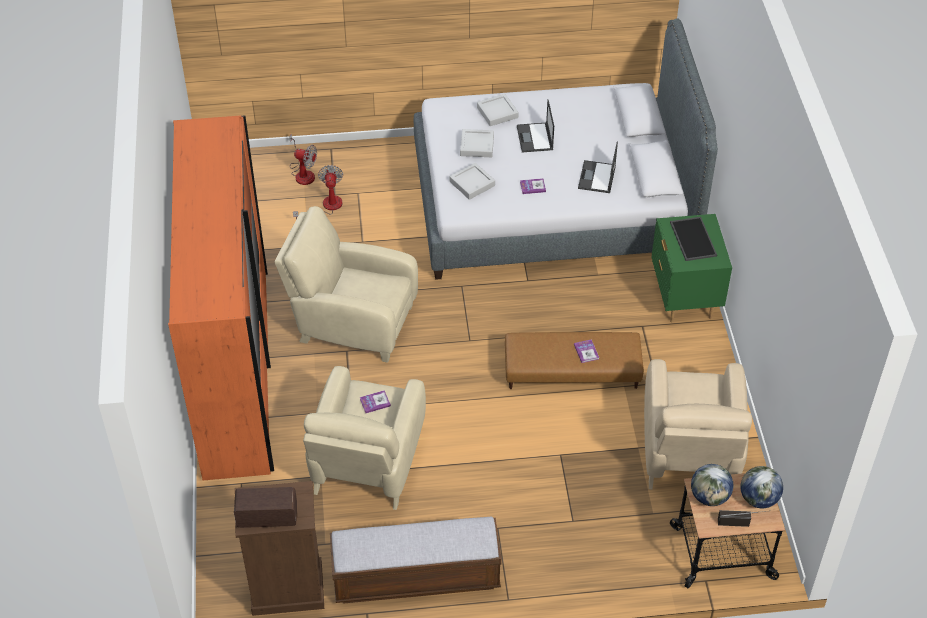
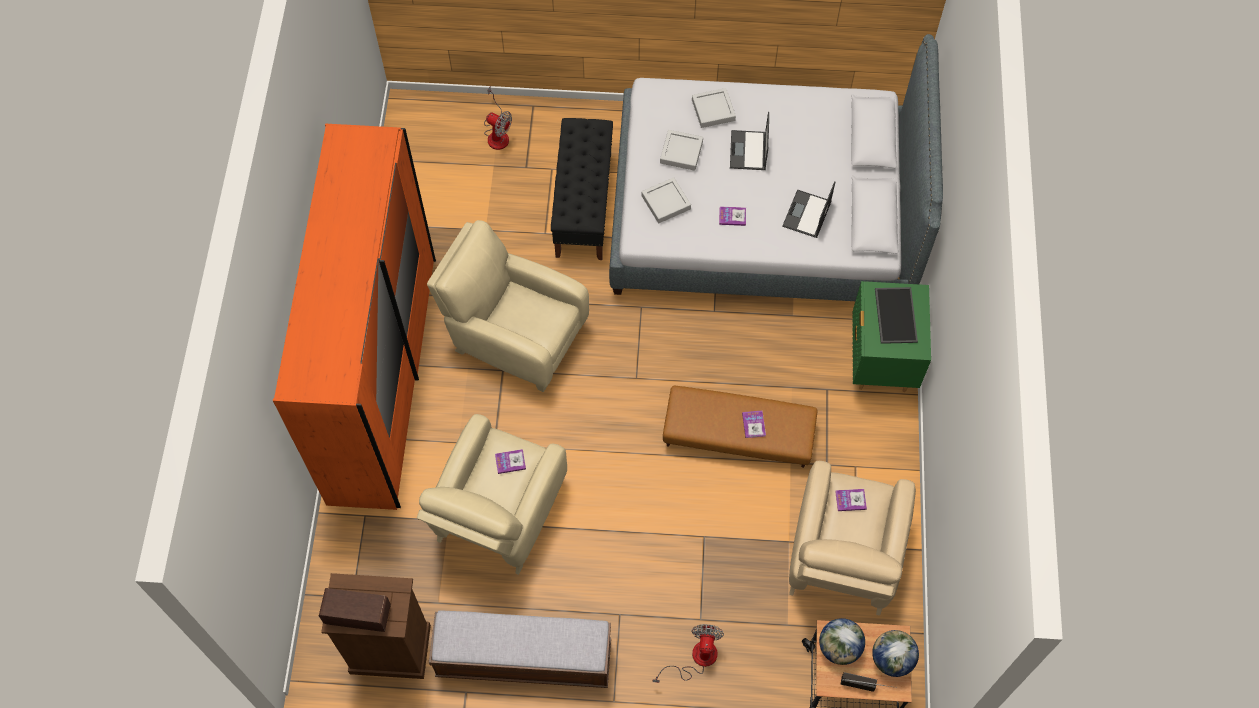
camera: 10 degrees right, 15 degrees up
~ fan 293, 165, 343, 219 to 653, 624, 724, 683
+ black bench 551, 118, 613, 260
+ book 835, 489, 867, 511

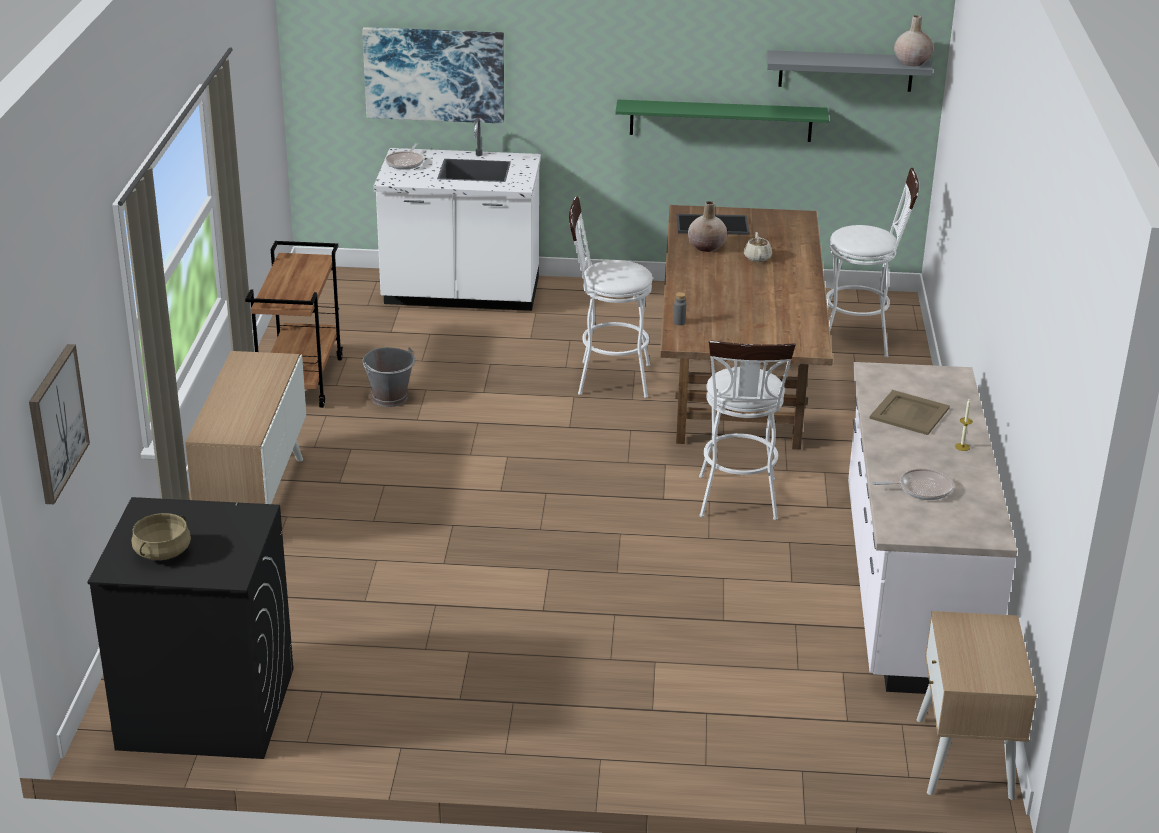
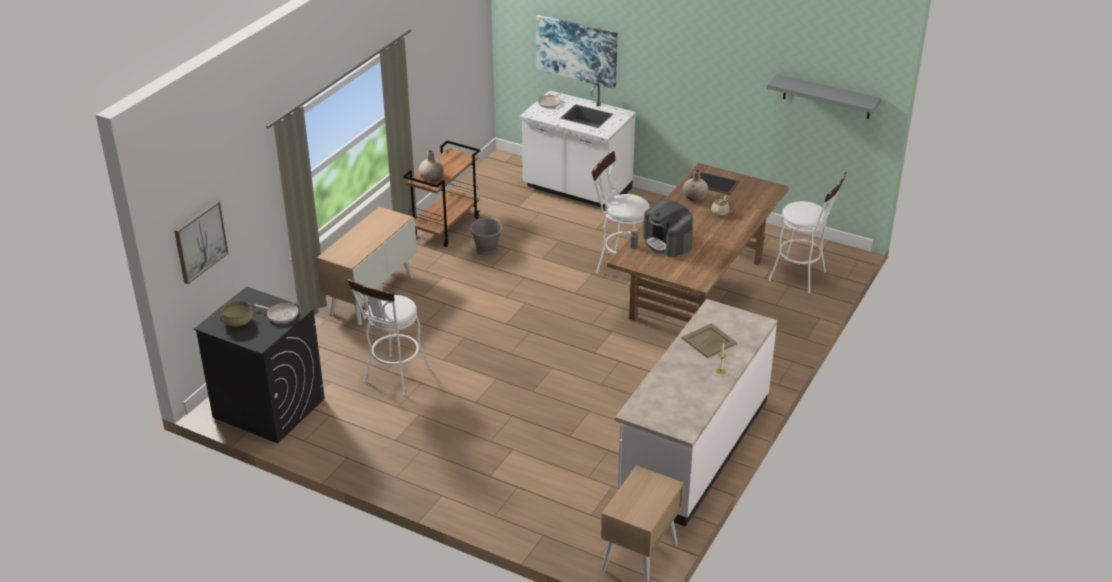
camera: 25 degrees right, 5 degrees up
~ beige vase 894, 15, 933, 66 to 419, 150, 444, 182
- green shelf 615, 100, 829, 142
~ white stool 699, 340, 796, 520 to 347, 279, 431, 396
~ frying pan 872, 468, 953, 500 to 254, 303, 298, 323
+ coffee machine 643, 199, 693, 258

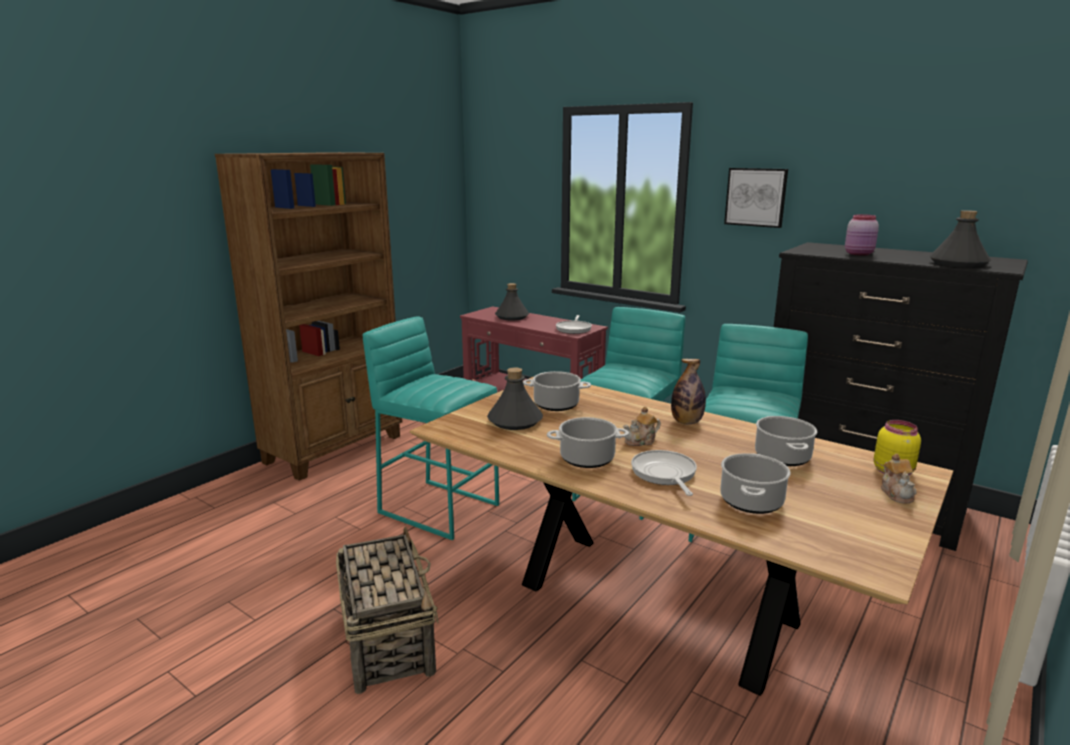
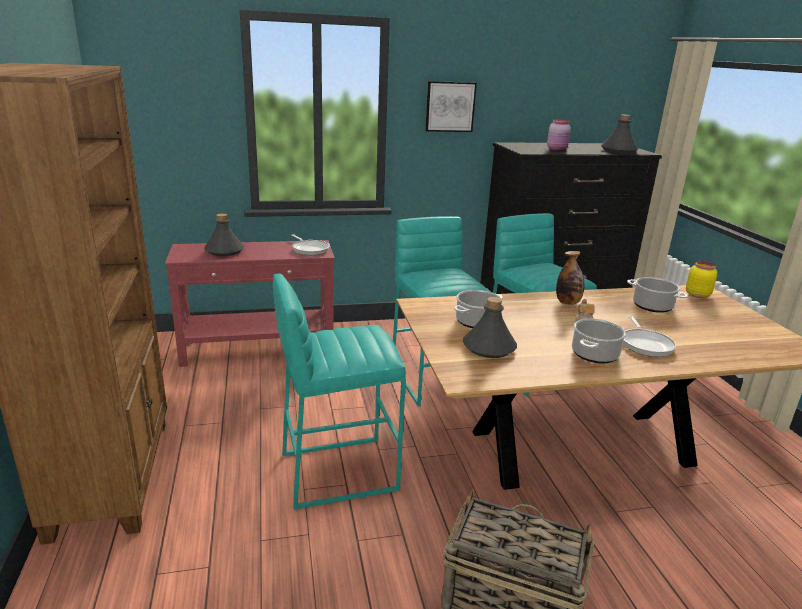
camera: 50 degrees left, 5 degrees up
~ frying pan 631, 450, 697, 496 = 623, 316, 676, 357 120 degrees counterclockwise
- cooking pot 720, 453, 791, 514
- teapot 881, 454, 916, 503

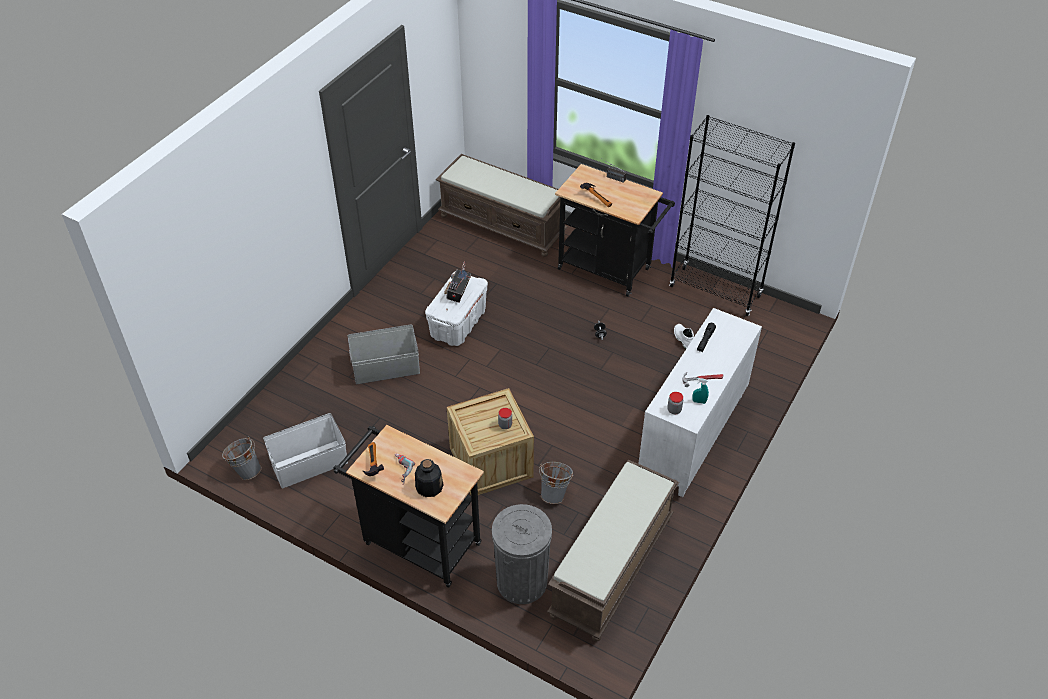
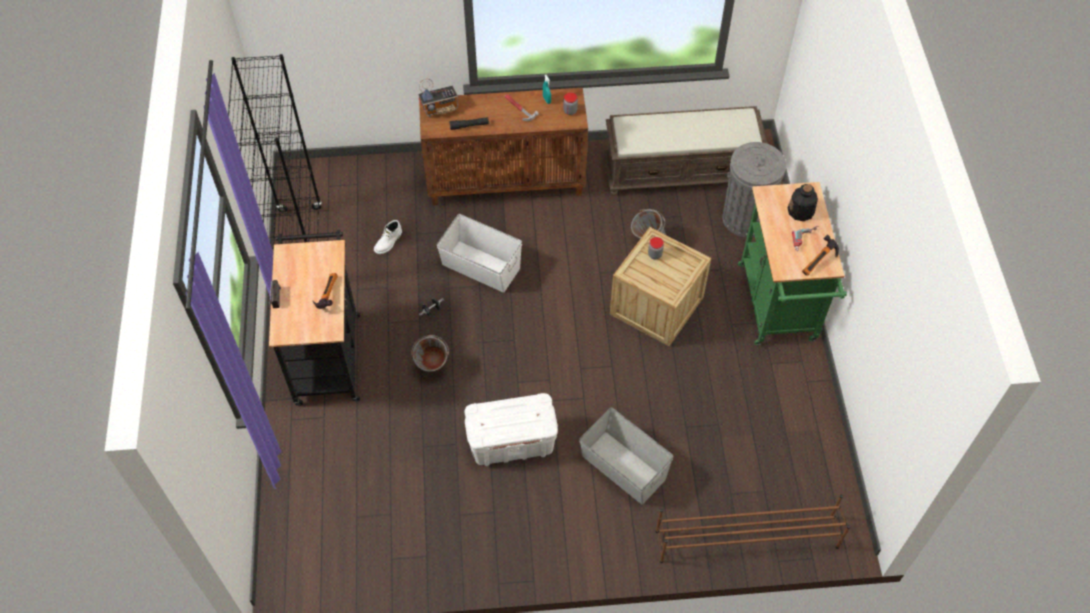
camera: 125 degrees left, 10 degrees up
- brown bench 436, 154, 568, 257
~ radio 444, 261, 471, 302 to 418, 79, 458, 118
~ white cabinet 638, 308, 762, 497 to brown cabinet 419, 88, 588, 205
~ white storage box 263, 413, 348, 488 to 436, 214, 522, 293
~ black cart 333, 425, 484, 588 to green cart 738, 182, 847, 345
~ grey bucket 222, 437, 262, 480 to 411, 335, 449, 372
+ brown shoe rack 655, 495, 850, 563

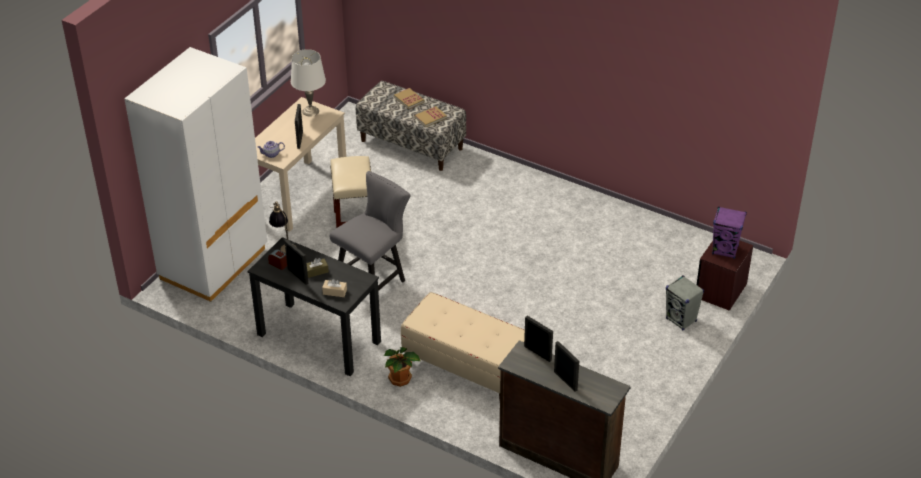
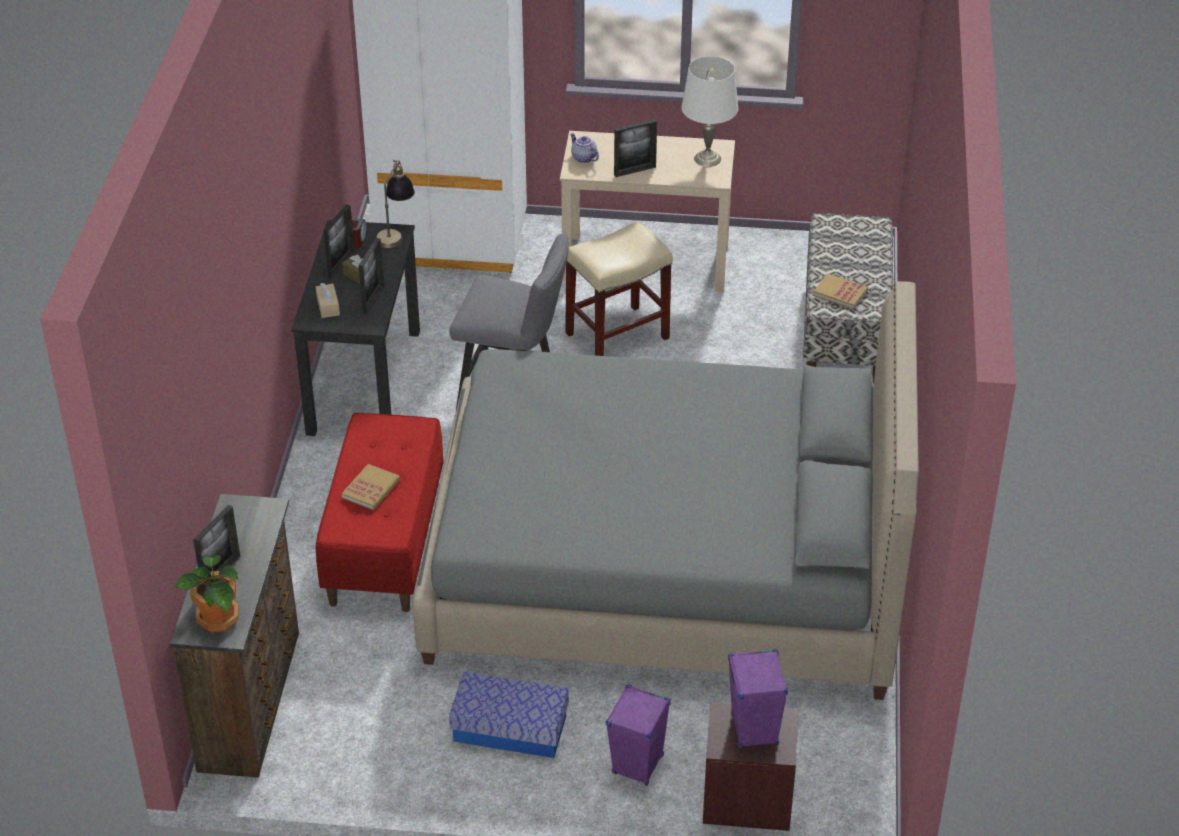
camera: 65 degrees right, 0 degrees up
~ book 394, 88, 425, 109 to 341, 464, 400, 510
~ grey speaker 666, 275, 704, 331 to purple speaker 606, 684, 671, 786
~ beige bench 401, 292, 525, 400 to red bench 316, 413, 443, 612
~ picture frame 524, 316, 553, 362 to 358, 238, 384, 314
~ potted plant 384, 347, 420, 387 to 175, 555, 239, 632
+ grey bed 412, 281, 919, 700
+ storage box 449, 672, 569, 758

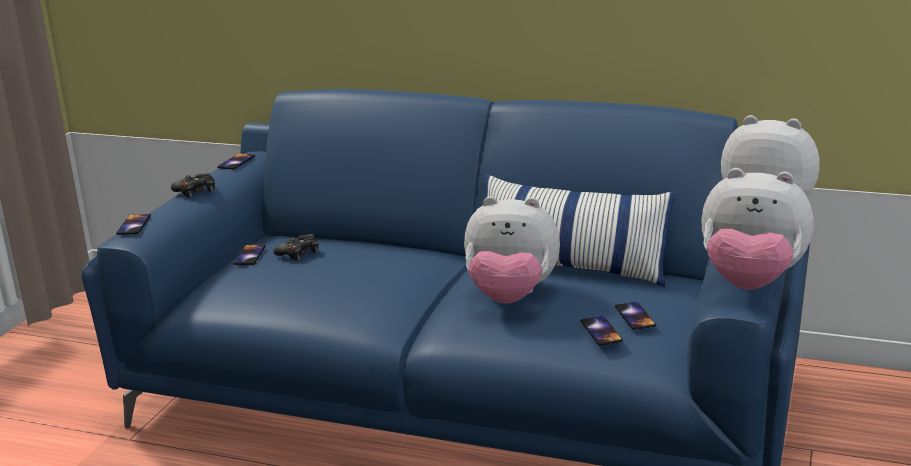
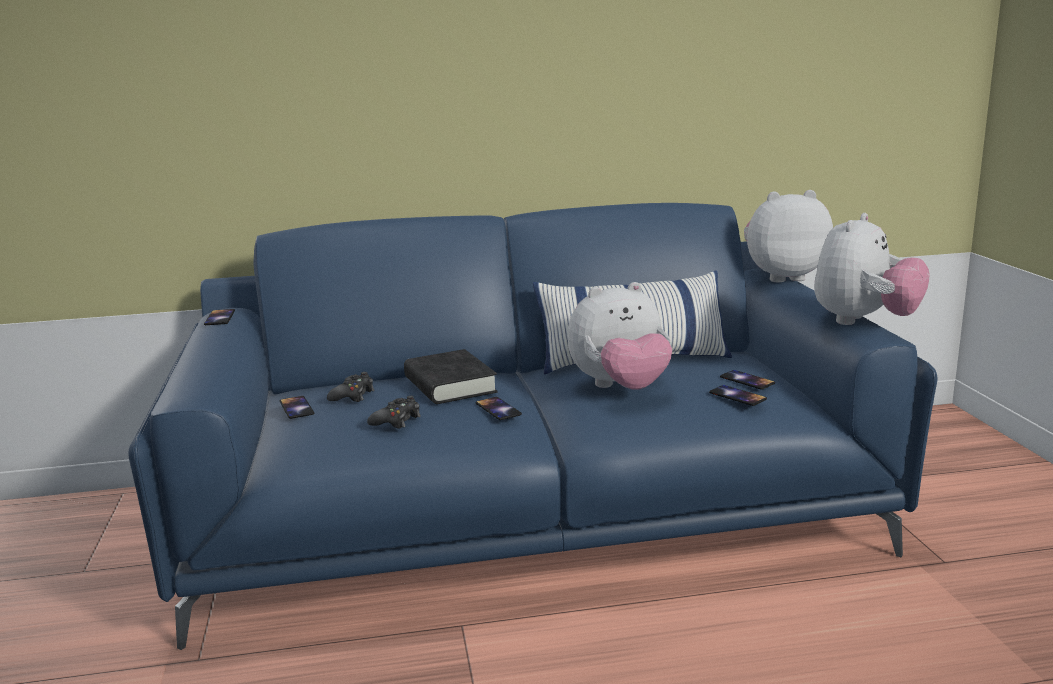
camera: 30 degrees left, 5 degrees down
~ plush toy 701, 168, 814, 290 = 814, 213, 930, 325 45 degrees counterclockwise
~ black game controller 171, 173, 215, 197 to 367, 396, 420, 429
~ phone 116, 214, 151, 235 to 476, 397, 522, 420
+ black book 404, 349, 498, 404

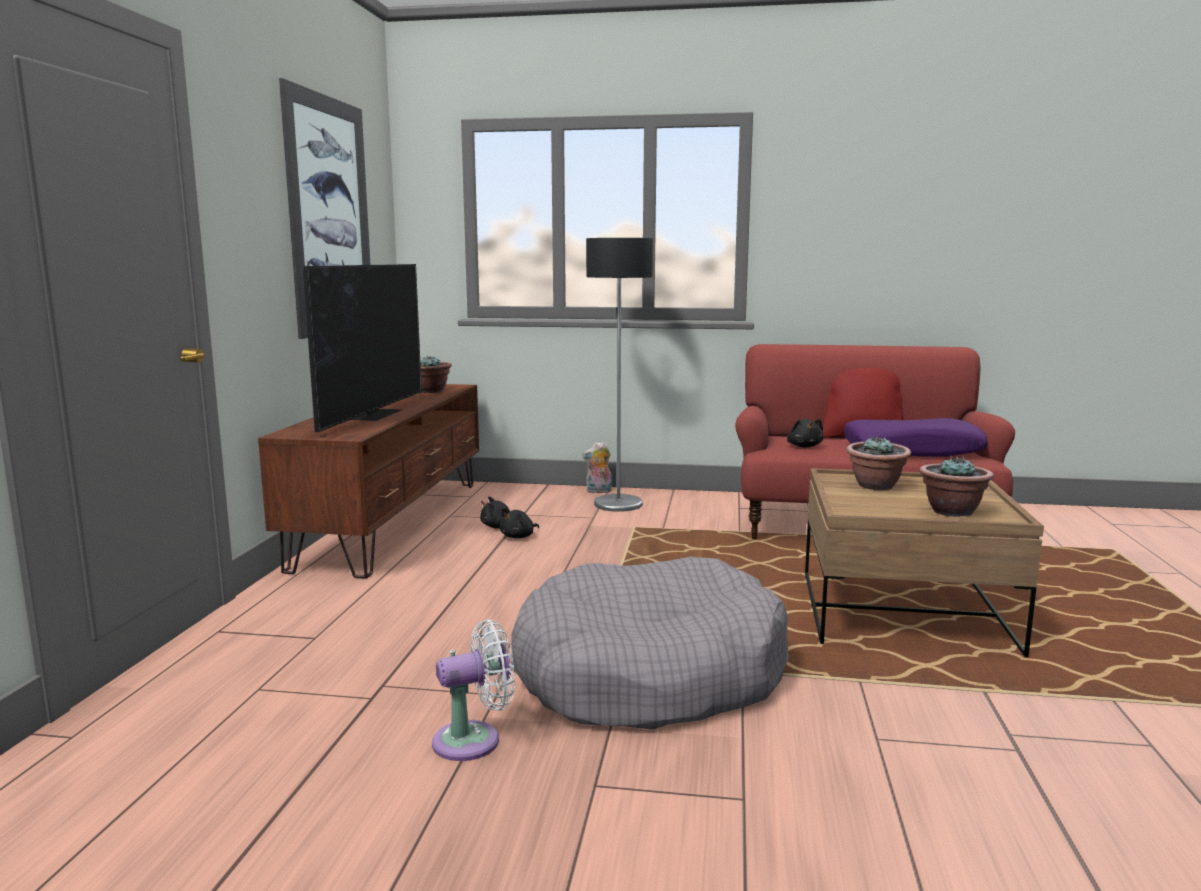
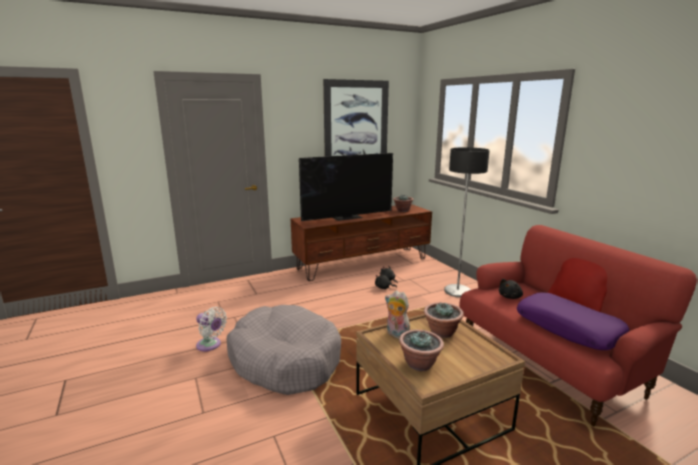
camera: 55 degrees right, 5 degrees up
~ plush toy 582, 441, 612, 493 to 385, 290, 410, 339

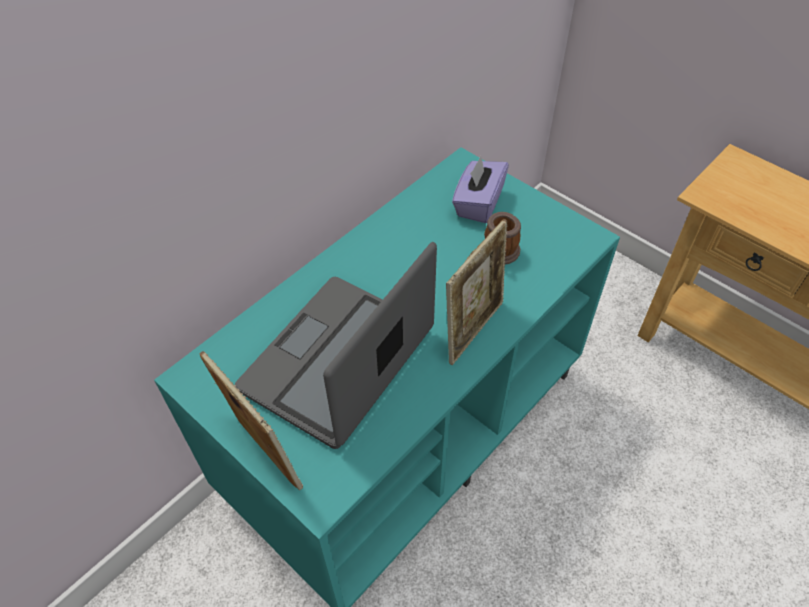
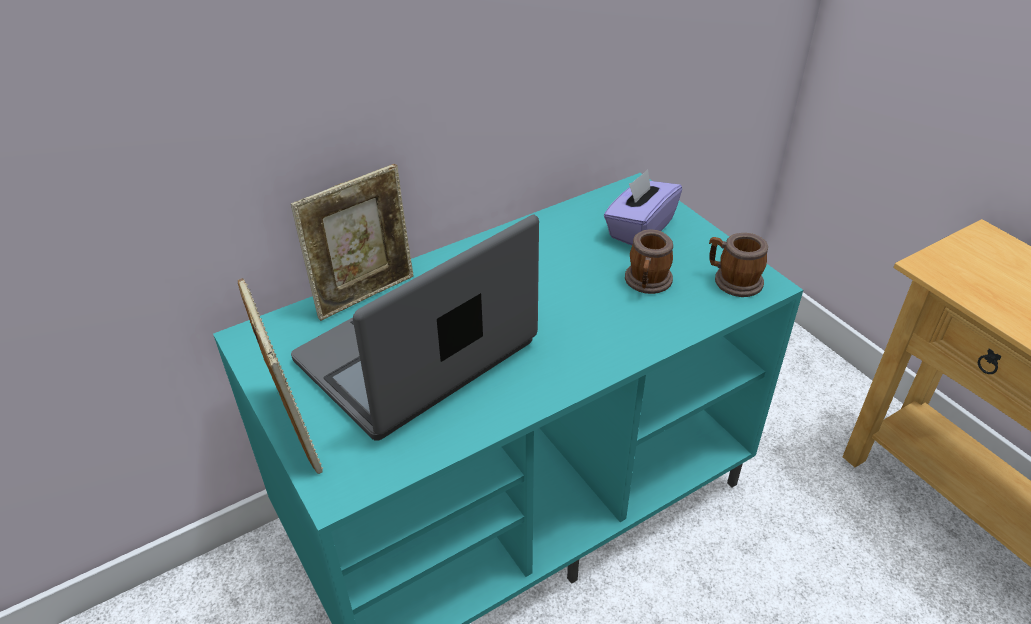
camera: 15 degrees right, 10 degrees down
~ picture frame 446, 219, 507, 365 to 291, 164, 414, 321
+ mug 709, 233, 768, 297

